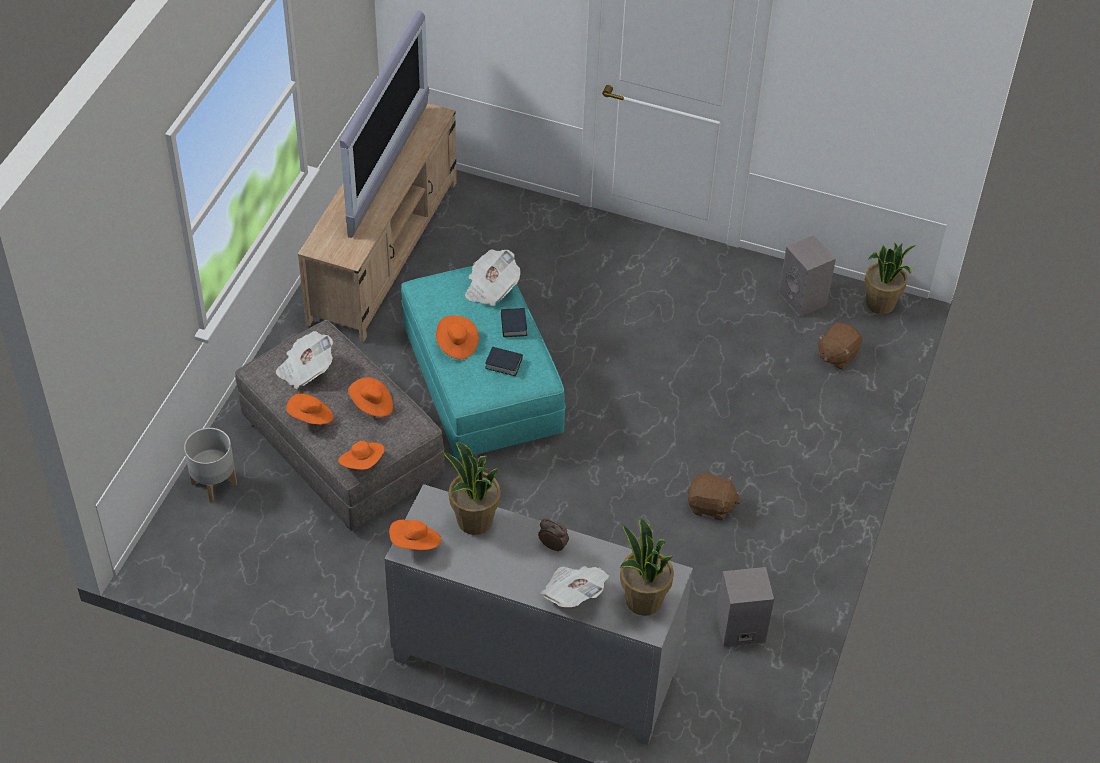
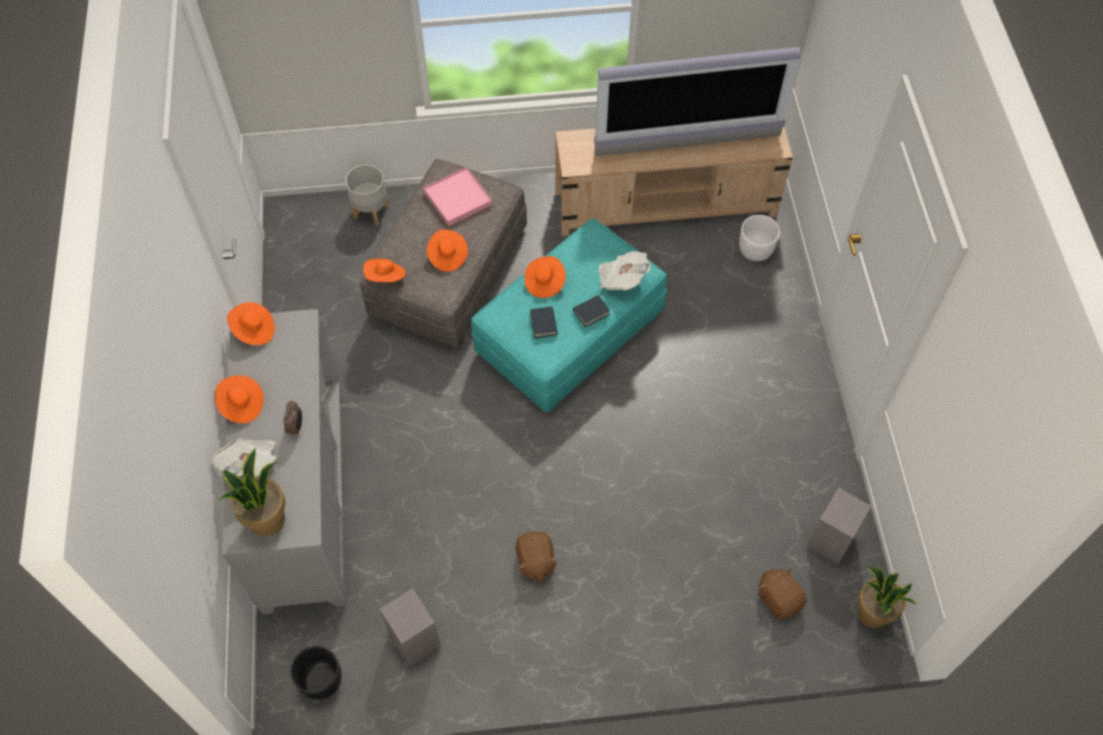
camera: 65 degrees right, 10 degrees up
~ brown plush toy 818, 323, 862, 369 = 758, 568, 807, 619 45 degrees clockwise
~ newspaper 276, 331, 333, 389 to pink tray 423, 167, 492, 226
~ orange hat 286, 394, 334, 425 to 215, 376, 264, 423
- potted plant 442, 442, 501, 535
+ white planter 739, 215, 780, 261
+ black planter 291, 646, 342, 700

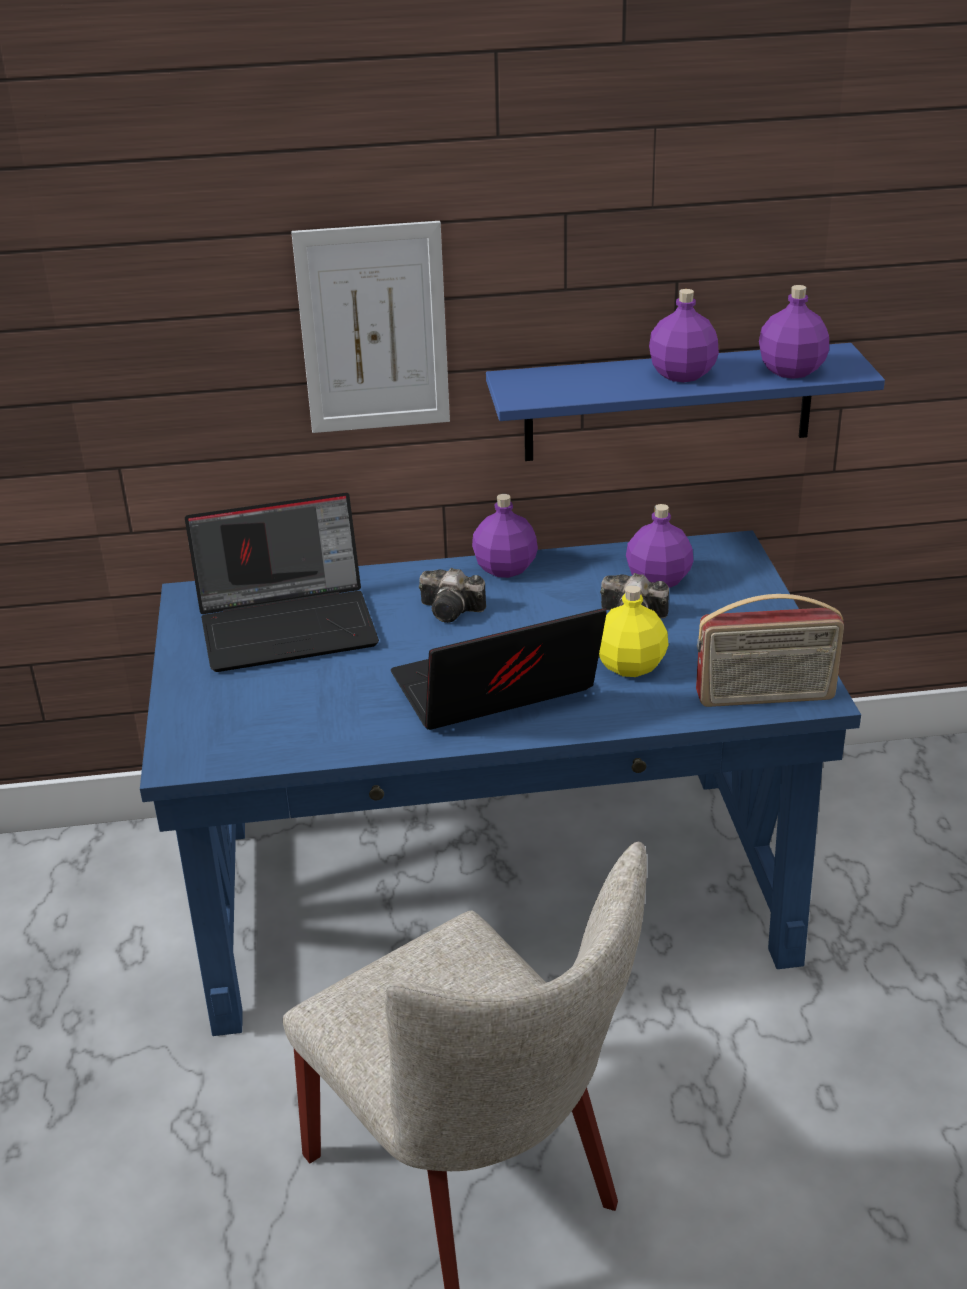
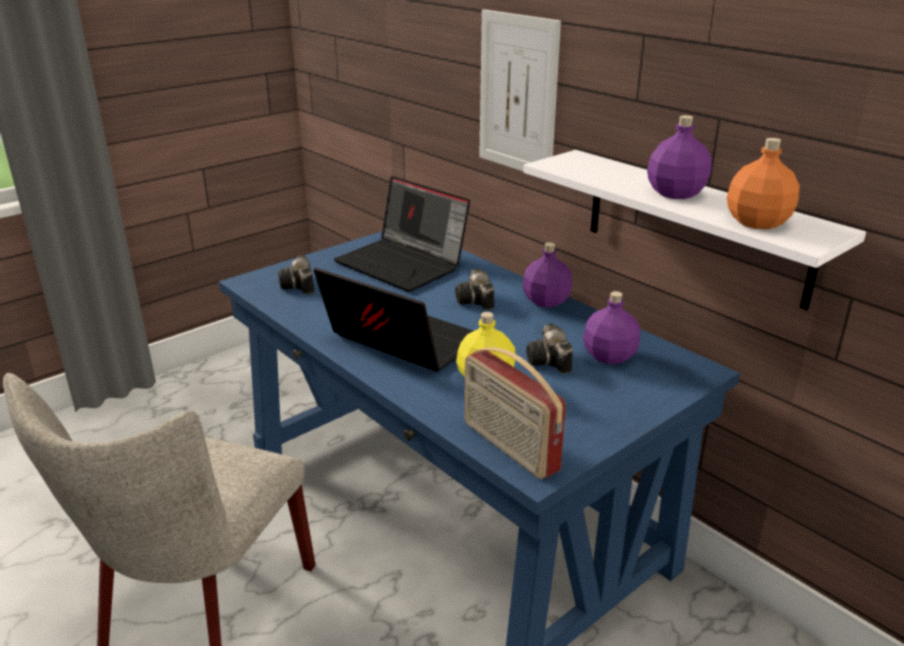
camera: 55 degrees right, 5 degrees down
~ purple bottle 759, 285, 829, 379 to orange bottle 727, 138, 800, 229
~ blue shelf 486, 343, 885, 461 to white shelf 523, 150, 866, 310
+ photo camera 278, 255, 314, 294

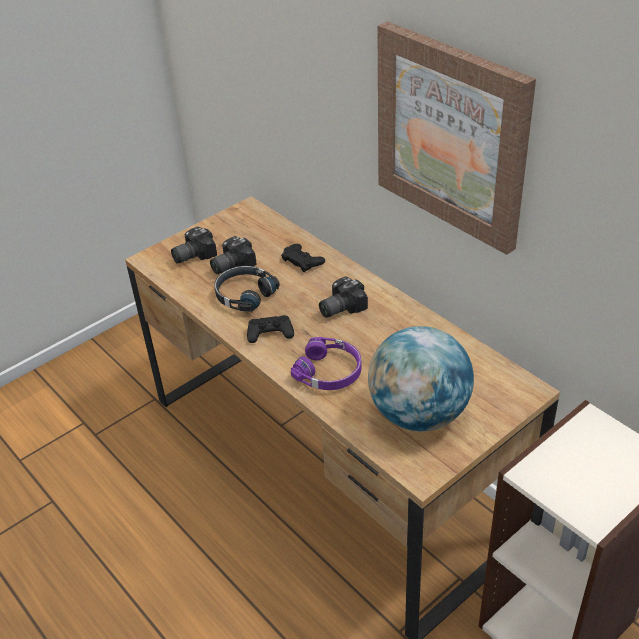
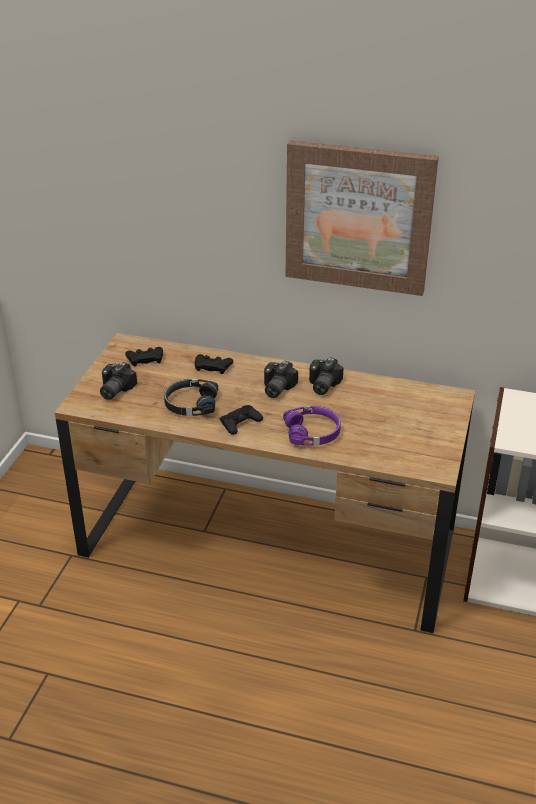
camera: 35 degrees left, 5 degrees down
~ photo camera 210, 236, 257, 274 to 309, 357, 343, 395
- globe 368, 326, 474, 432
+ black game controller 125, 347, 163, 366

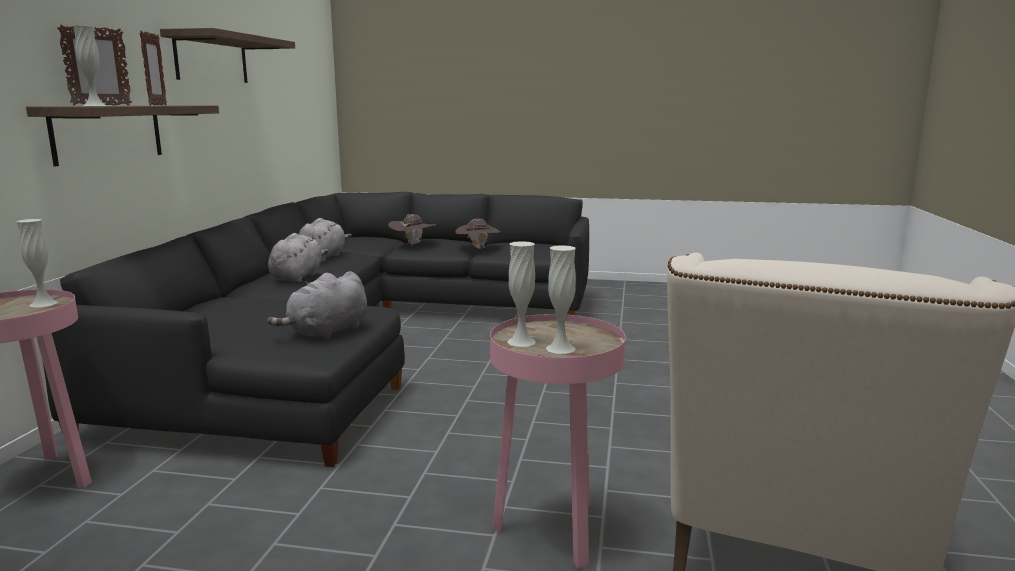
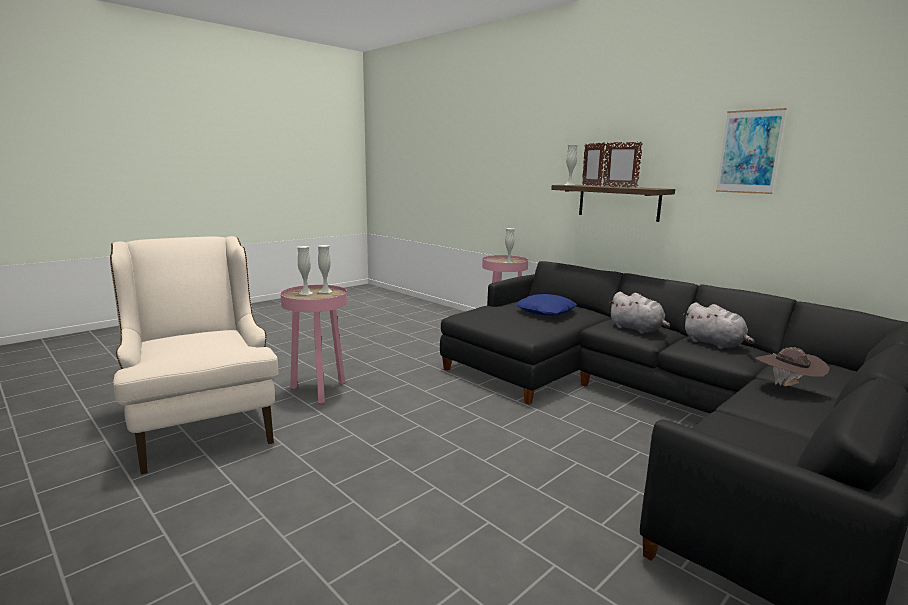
camera: 125 degrees right, 0 degrees up
~ shelf 160, 28, 295, 83 to picture 716, 108, 787, 194
- brown hat 455, 219, 500, 249
- grey plush toy 267, 271, 367, 340
+ blue pillow 516, 294, 577, 316

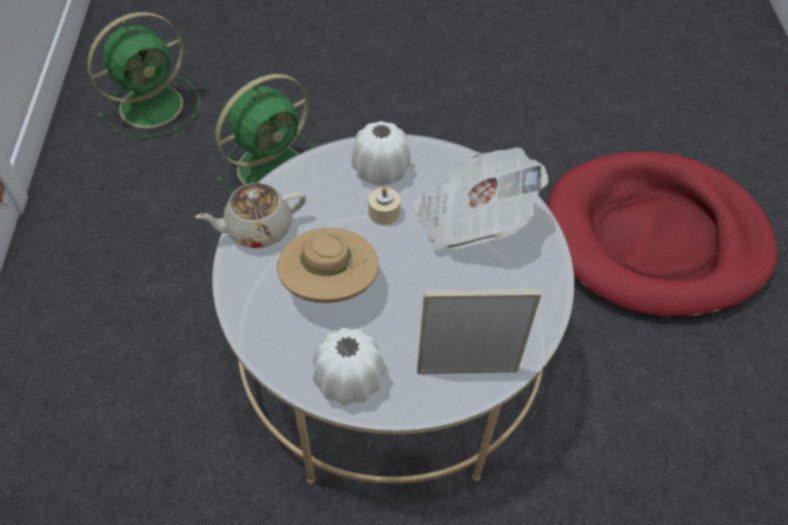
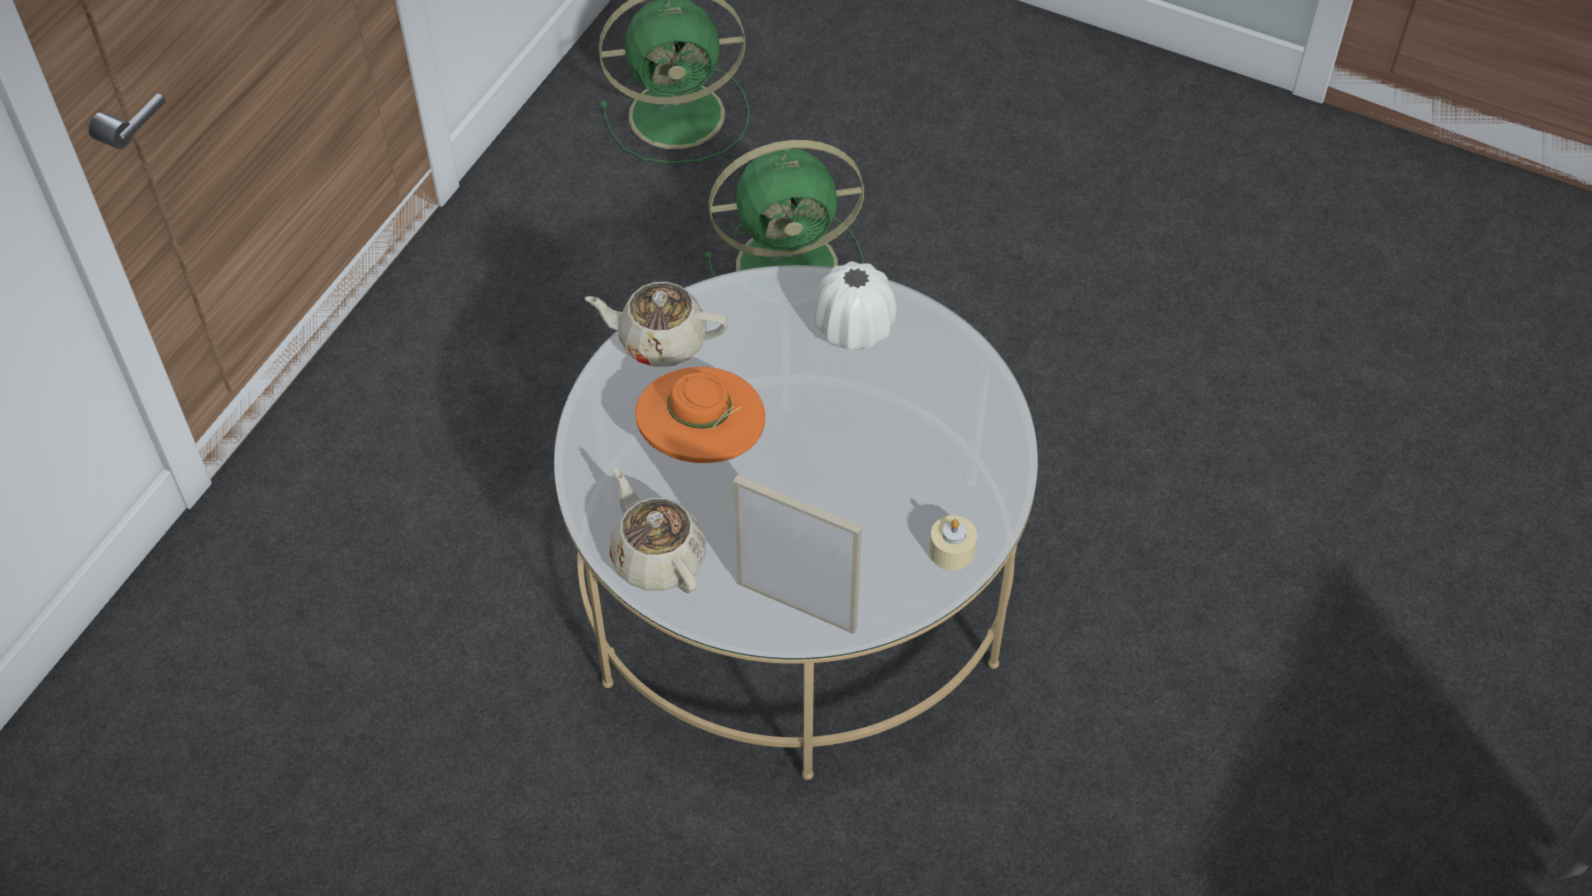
camera: 30 degrees right, 0 degrees up
- newspaper 413, 147, 548, 251
- red dog bed 547, 152, 778, 318
~ beige candle 369, 187, 400, 225 to 929, 515, 977, 570
~ beige hat 277, 228, 379, 303 to orange hat 635, 367, 765, 463
~ white vase 313, 328, 385, 406 to beige teapot 610, 468, 707, 593

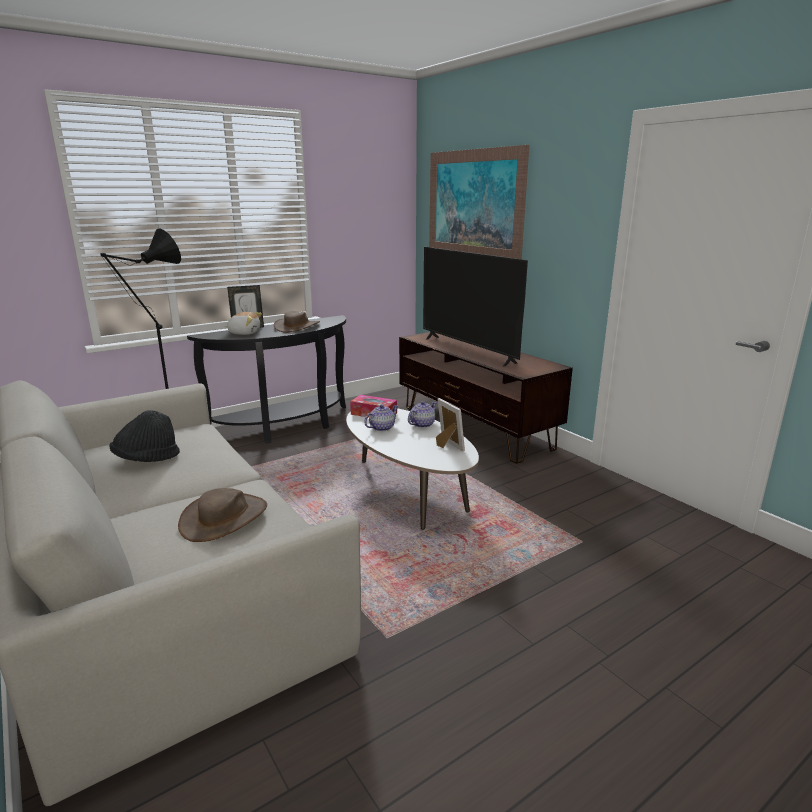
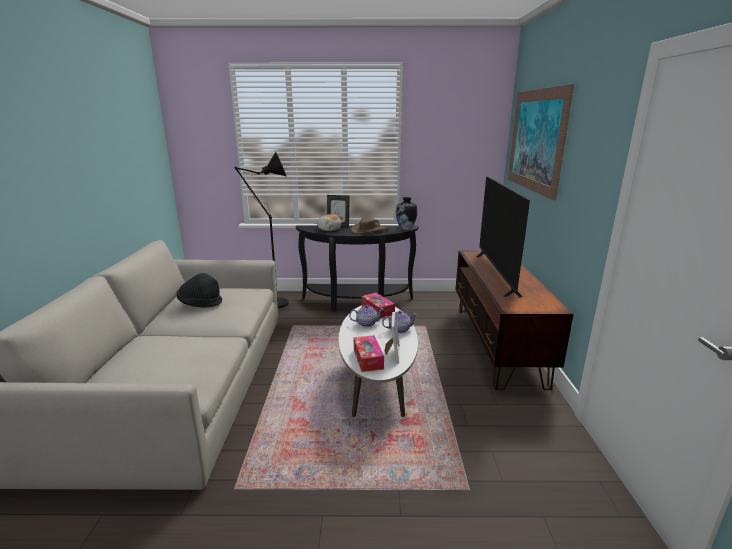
camera: 35 degrees right, 0 degrees up
- brown hat 178, 488, 267, 542
+ vase 396, 197, 417, 230
+ tissue box 354, 335, 384, 372

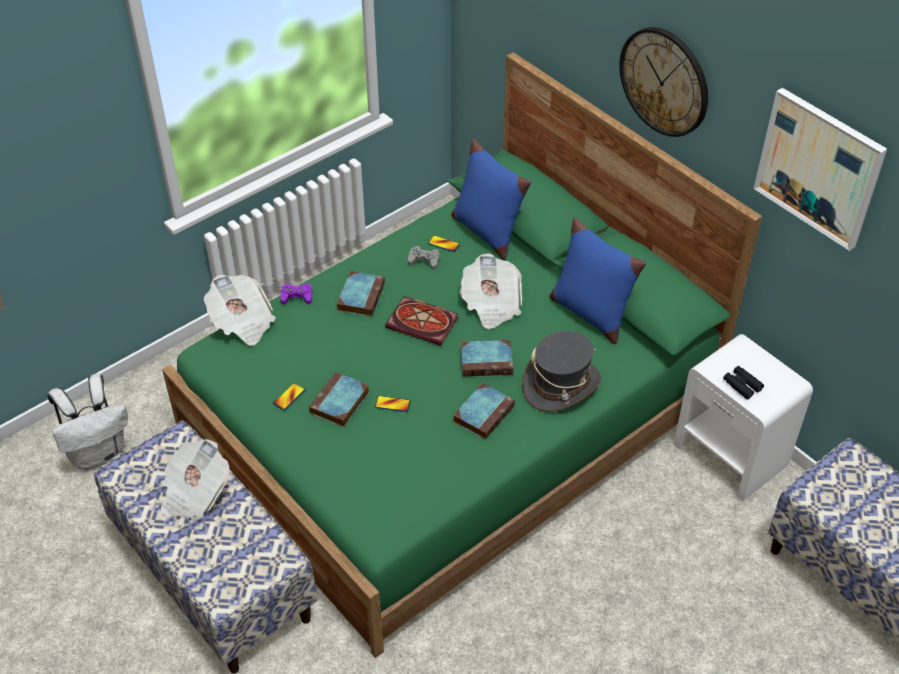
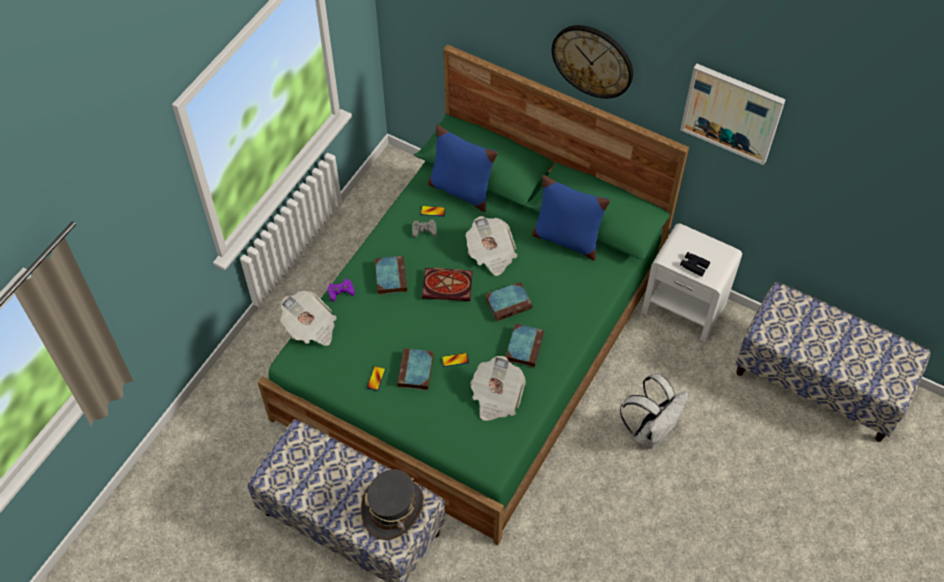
camera: 20 degrees left, 10 degrees up
~ grey hat 522, 331, 601, 412 to 361, 469, 424, 540
~ white backpack 47, 374, 128, 470 to 620, 374, 689, 449
~ newspaper 161, 439, 230, 519 to 470, 356, 526, 421

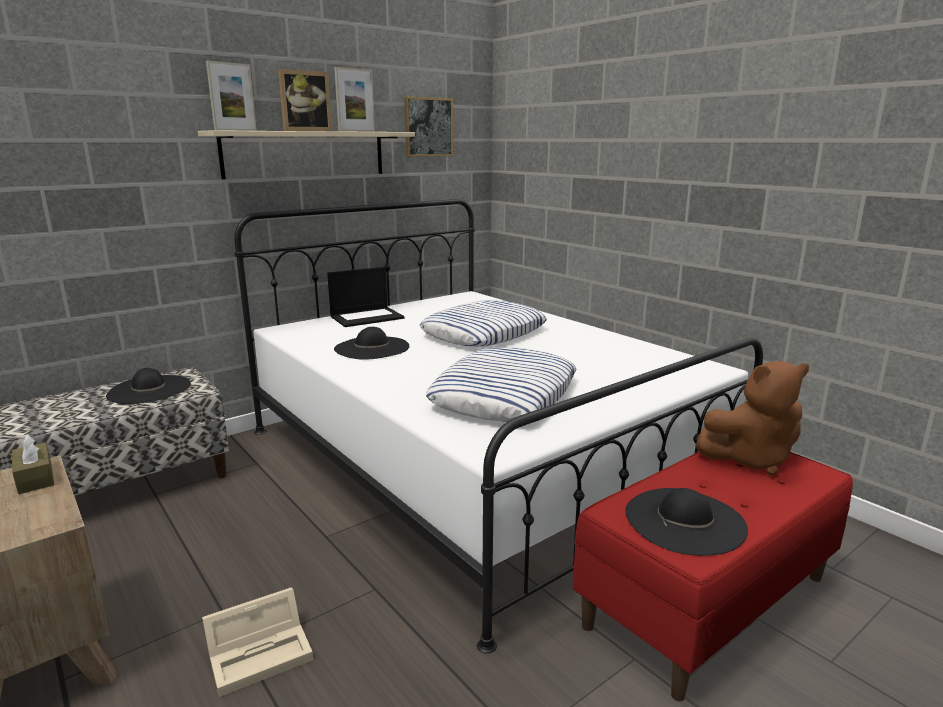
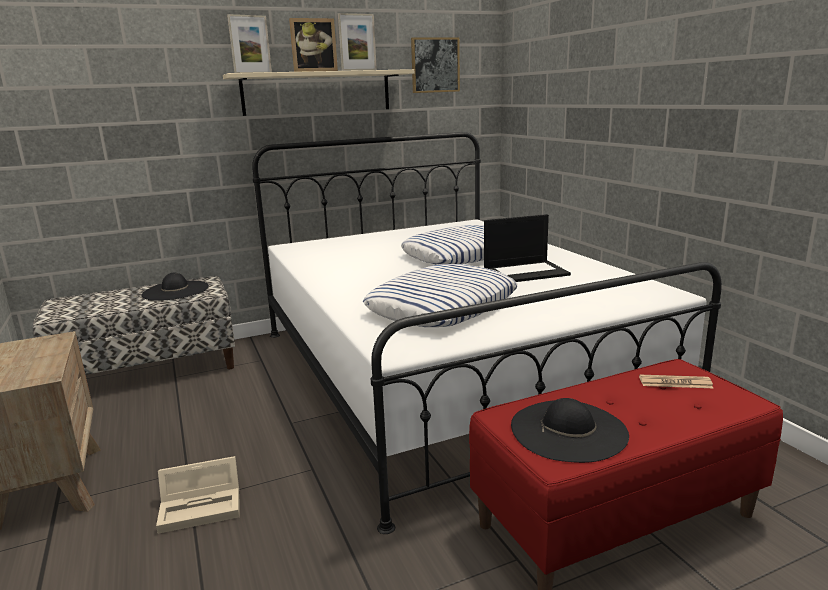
camera: 15 degrees right, 0 degrees up
~ laptop 327, 267, 405, 327 to 484, 214, 571, 282
- black hat 334, 327, 409, 360
~ brown plush toy 696, 361, 809, 475 to newspaper 639, 374, 713, 388
- brown tissue box 12, 434, 54, 494

